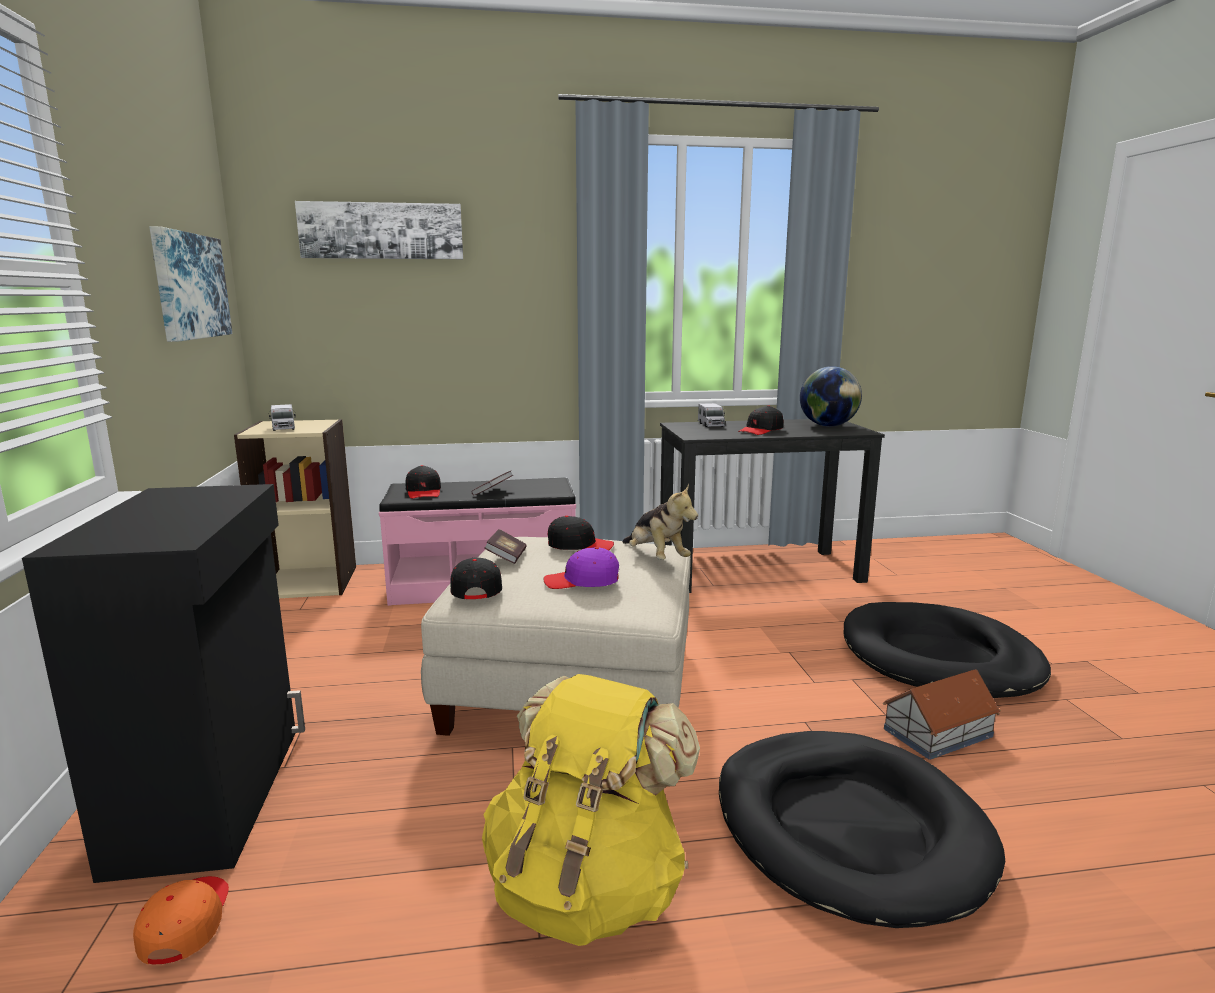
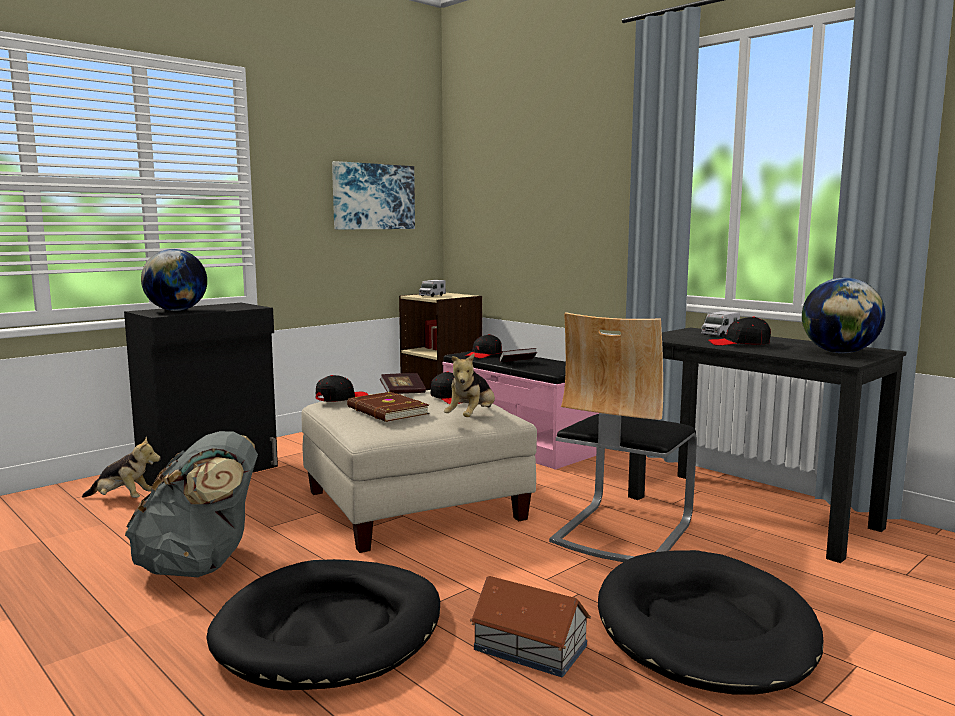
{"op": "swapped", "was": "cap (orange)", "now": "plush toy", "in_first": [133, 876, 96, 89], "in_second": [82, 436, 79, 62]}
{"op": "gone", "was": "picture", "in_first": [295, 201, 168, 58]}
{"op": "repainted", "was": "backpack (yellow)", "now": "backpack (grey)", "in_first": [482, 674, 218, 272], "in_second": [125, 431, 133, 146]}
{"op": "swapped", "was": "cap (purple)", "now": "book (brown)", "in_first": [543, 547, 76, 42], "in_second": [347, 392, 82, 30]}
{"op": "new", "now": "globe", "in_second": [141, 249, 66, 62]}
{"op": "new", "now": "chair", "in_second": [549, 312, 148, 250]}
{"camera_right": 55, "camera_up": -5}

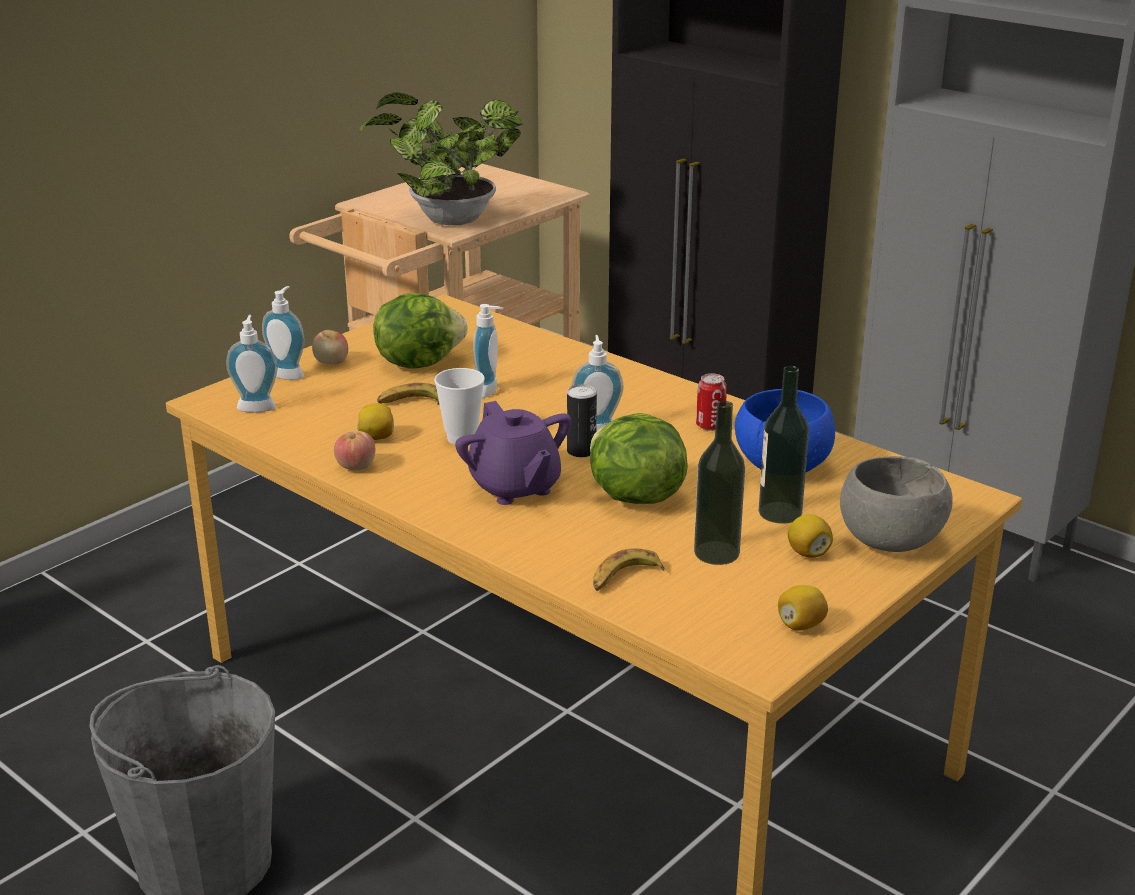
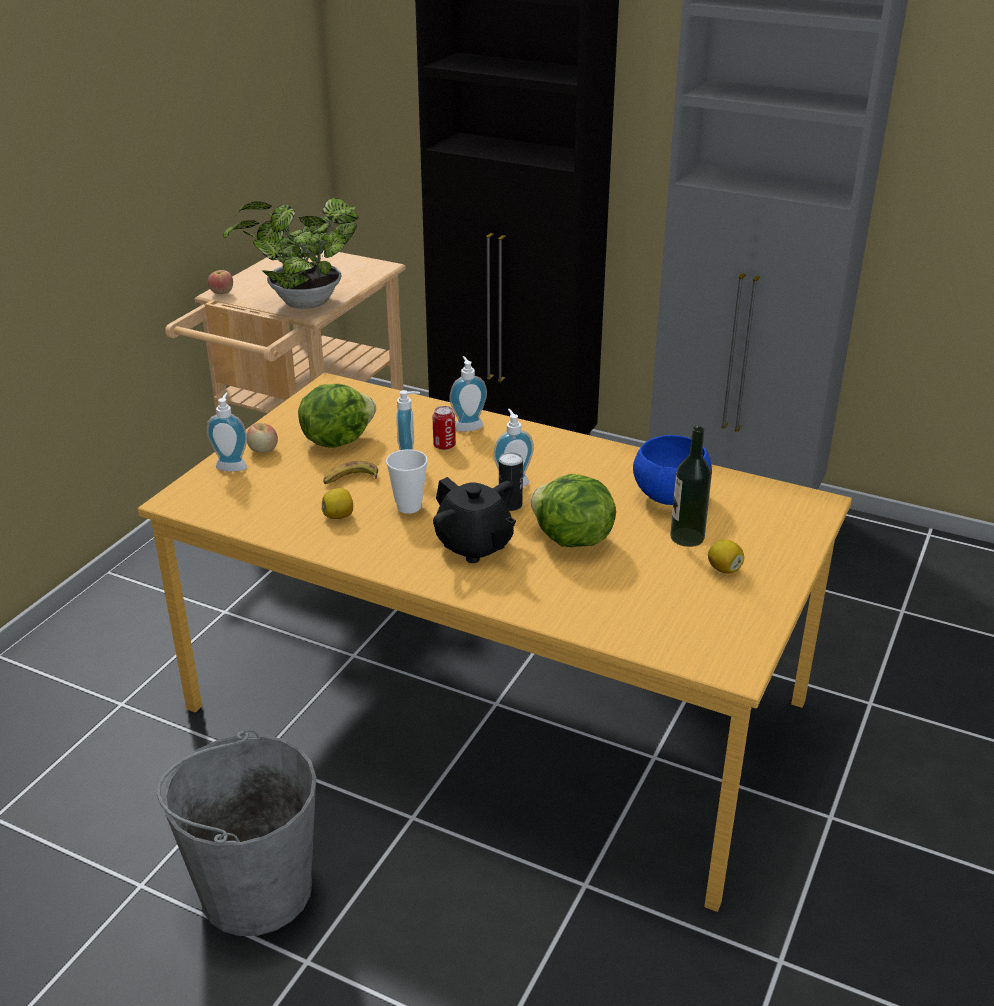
{"op": "shifted", "was": "soap dispenser", "in_first": [226, 315, 52, 98], "in_second": [449, 356, 38, 76]}
{"op": "shifted", "was": "apple", "in_first": [334, 431, 41, 39], "in_second": [208, 270, 25, 24]}
{"op": "repainted", "was": "teapot (purple)", "now": "teapot (black)", "in_first": [455, 401, 116, 104], "in_second": [433, 477, 83, 86]}
{"op": "gone", "was": "banana", "in_first": [593, 548, 71, 43]}
{"op": "gone", "was": "bottle", "in_first": [694, 401, 51, 164]}
{"op": "shifted", "was": "can", "in_first": [696, 373, 31, 58], "in_second": [433, 406, 23, 44]}
{"op": "gone", "was": "lemon", "in_first": [778, 585, 50, 45]}
{"op": "gone", "was": "bowl (grey)", "in_first": [840, 456, 113, 96]}
{"camera_right": -15, "camera_up": 5}

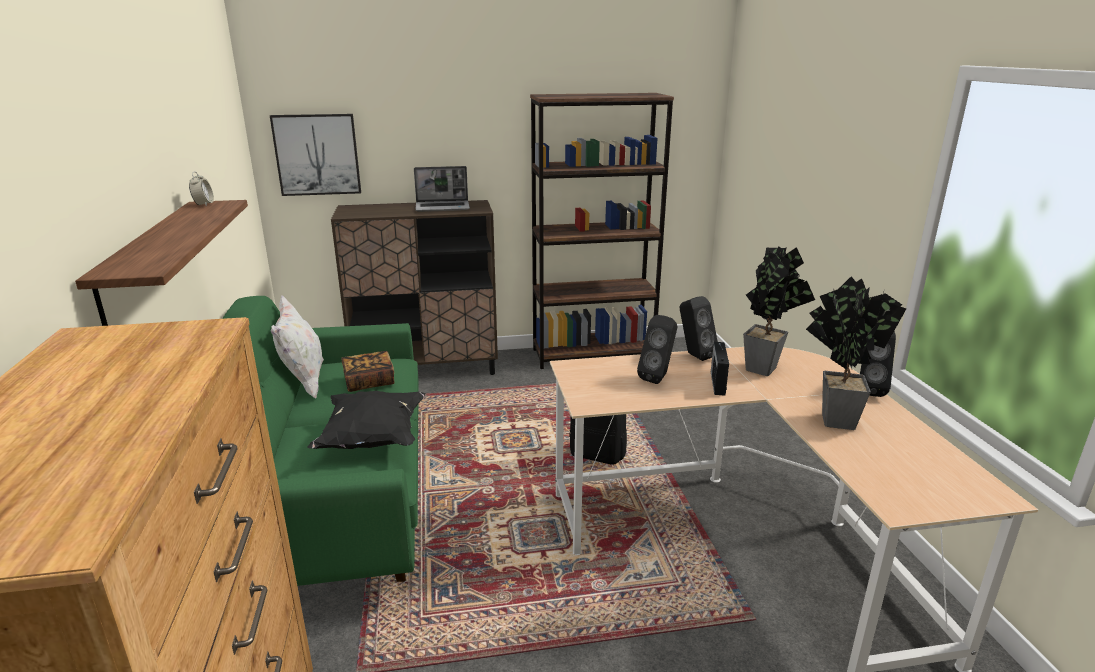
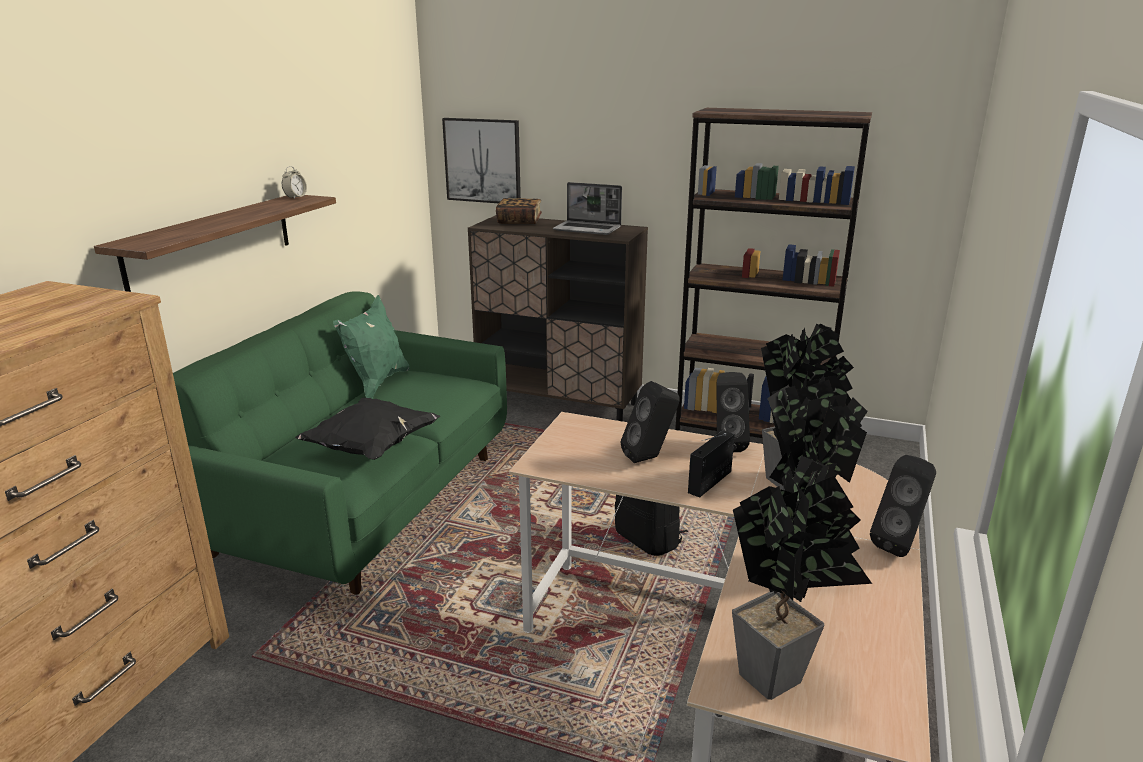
{"op": "repainted", "was": "pillow (white)", "now": "pillow (green)", "in_first": [271, 296, 53, 103], "in_second": [333, 295, 77, 103]}
{"op": "shifted", "was": "book", "in_first": [341, 351, 54, 41], "in_second": [496, 198, 46, 26]}
{"op": "new", "now": "potted plant", "in_second": [732, 456, 140, 244]}
{"camera_right": 30, "camera_up": 0}

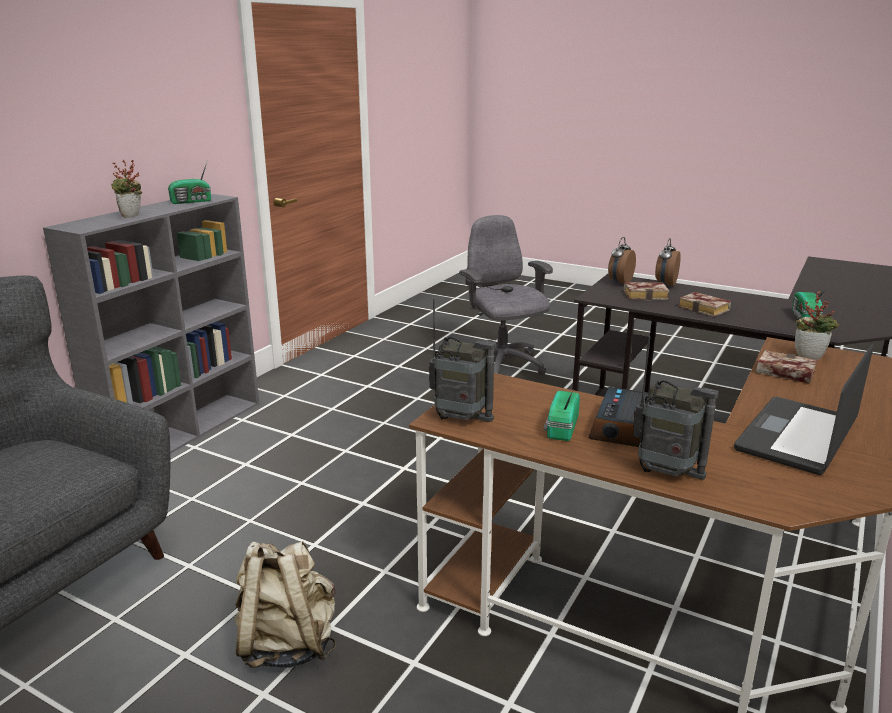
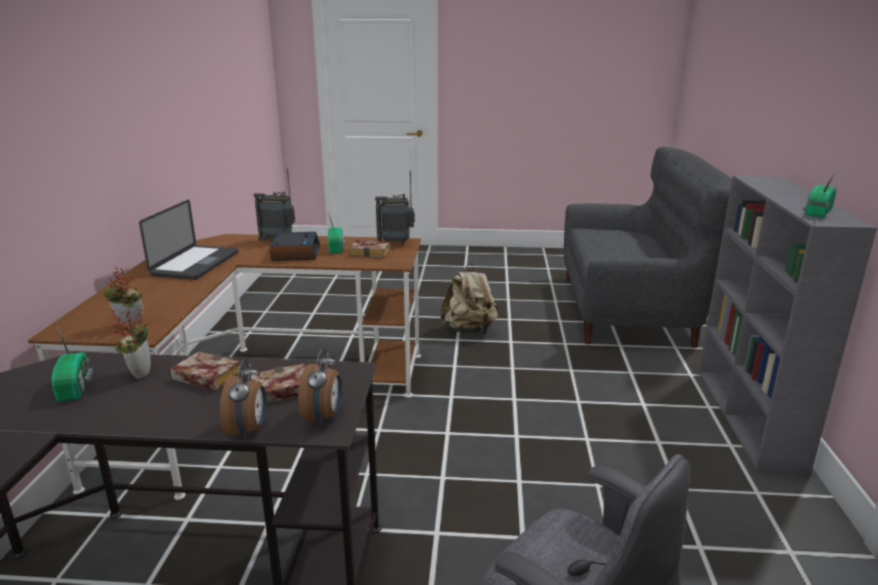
{"op": "shifted", "was": "potted plant", "in_first": [111, 160, 31, 58], "in_second": [110, 308, 41, 71]}
{"op": "shifted", "was": "book", "in_first": [756, 350, 62, 34], "in_second": [349, 240, 40, 18]}
{"camera_right": 155, "camera_up": 0}

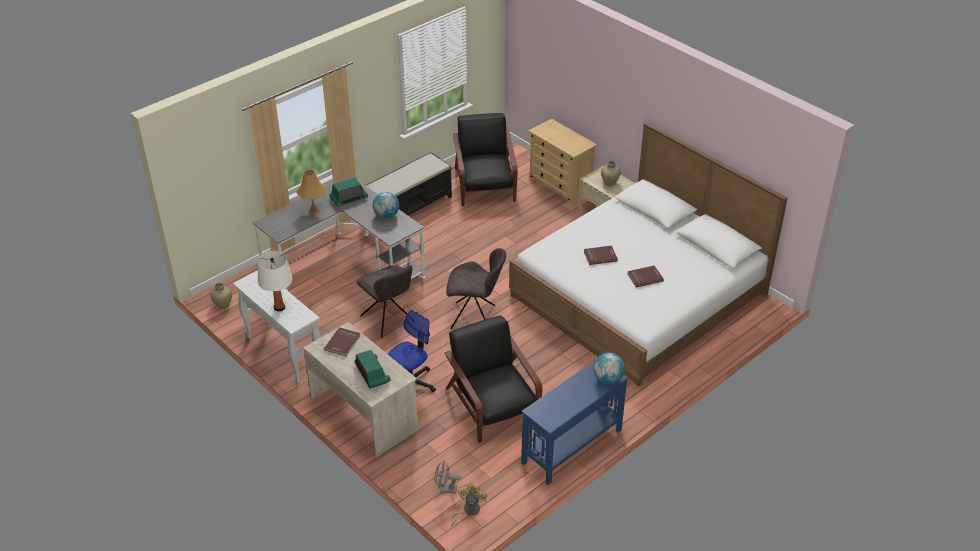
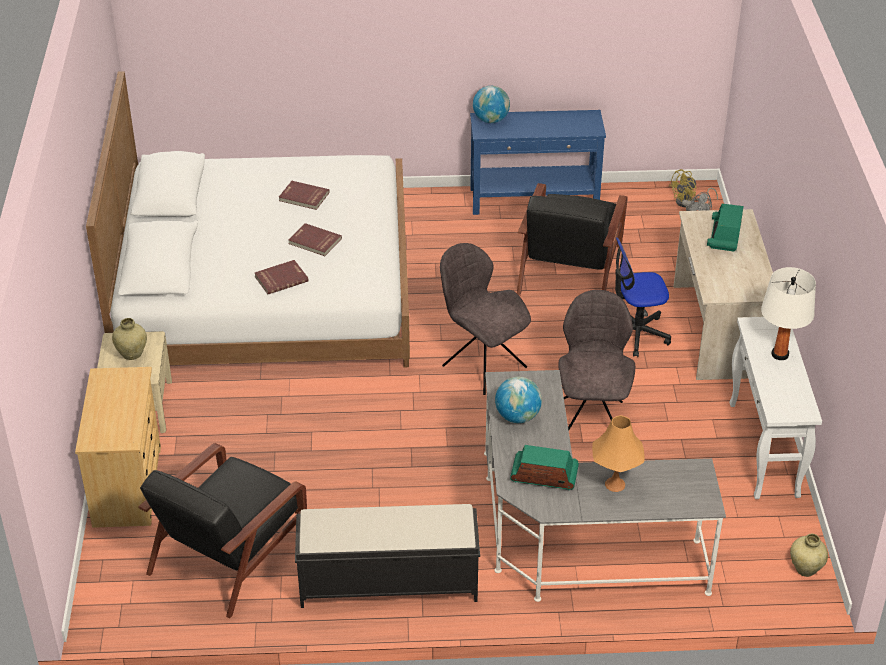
{"op": "shifted", "was": "book (red)", "in_first": [324, 327, 36, 29], "in_second": [255, 260, 54, 34]}
{"camera_right": -140, "camera_up": 0}

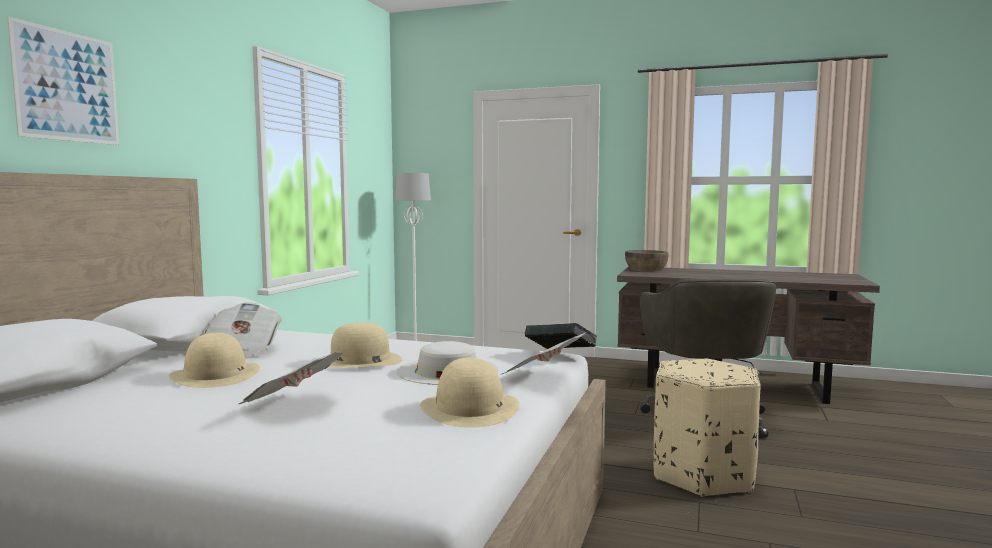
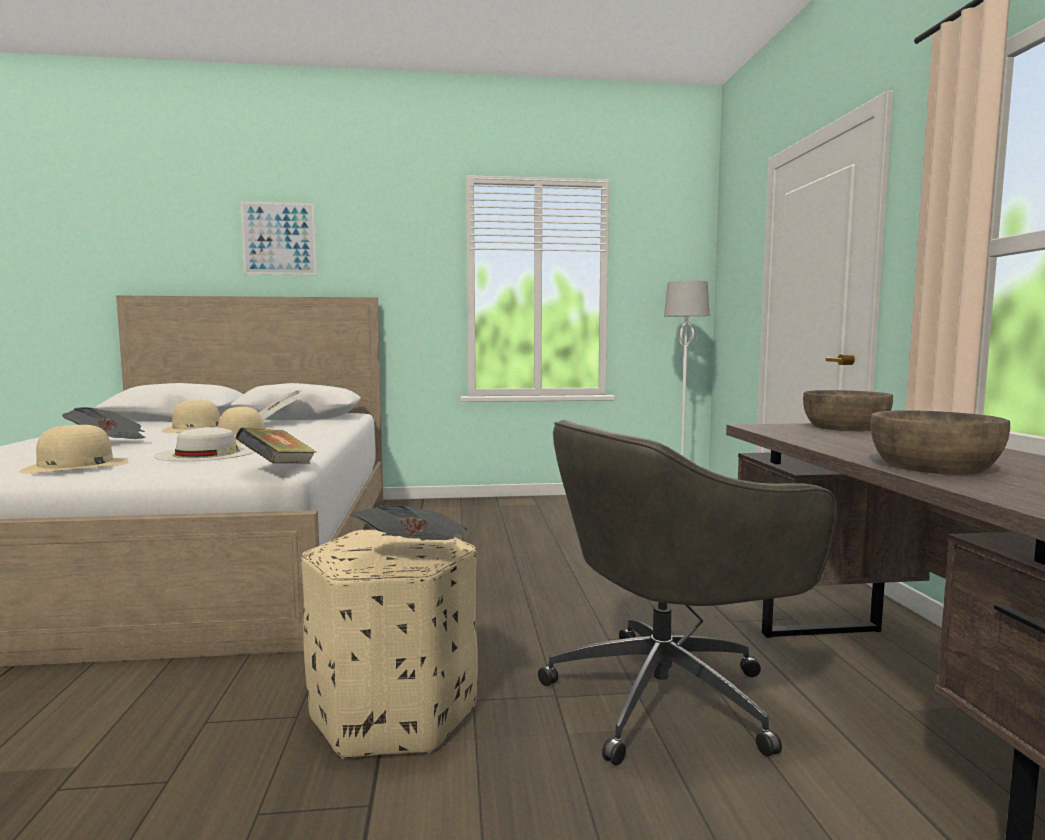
{"op": "shifted", "was": "newspaper", "in_first": [502, 332, 84, 42], "in_second": [350, 505, 117, 35]}
{"op": "new", "now": "bowl (brown)", "in_second": [870, 410, 140, 65]}
{"camera_right": 65, "camera_up": 0}

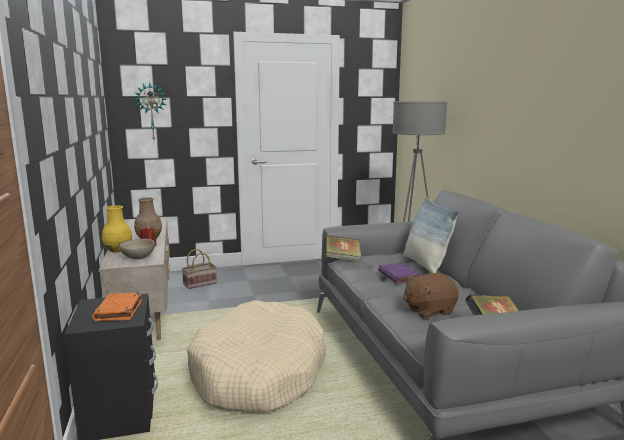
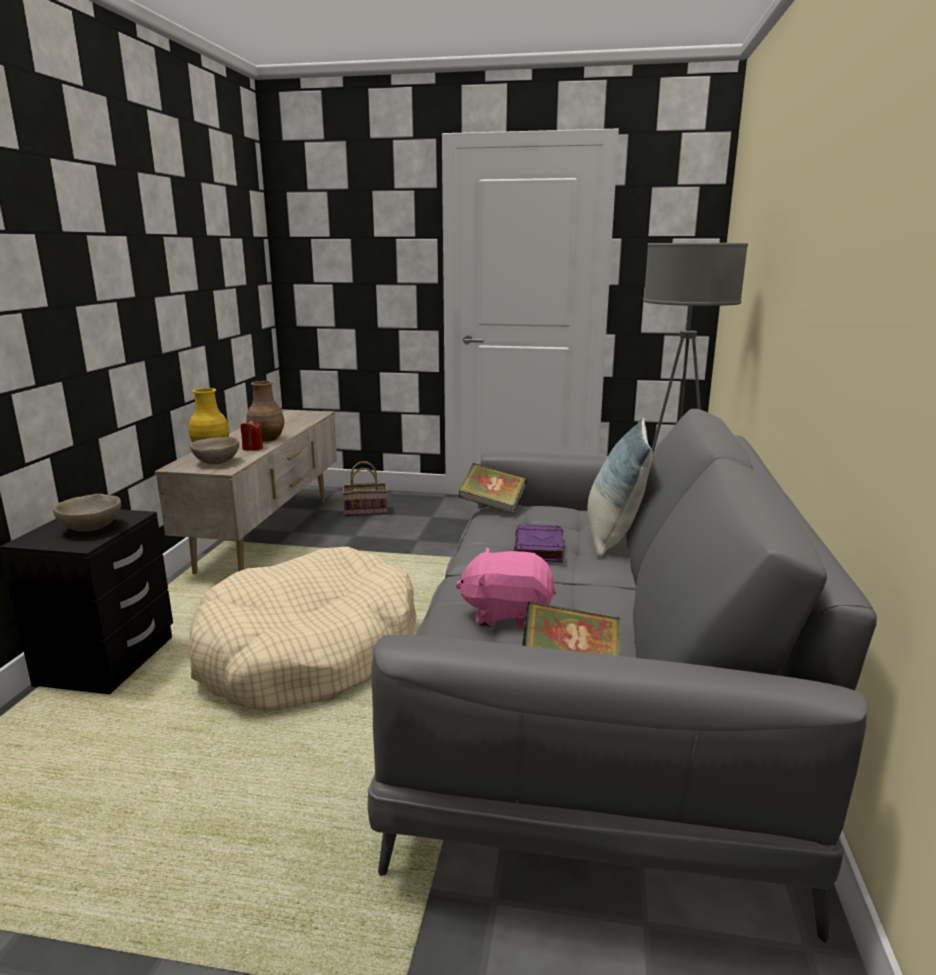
{"op": "swapped", "was": "book (orange)", "now": "bowl (beige)", "in_first": [92, 293, 50, 28], "in_second": [53, 494, 68, 37]}
{"op": "gone", "was": "wall clock", "in_first": [134, 83, 32, 57]}
{"op": "repainted", "was": "plush toy (brown)", "now": "plush toy (pink)", "in_first": [403, 273, 56, 45], "in_second": [455, 547, 101, 82]}
{"camera_right": 25, "camera_up": 5}

